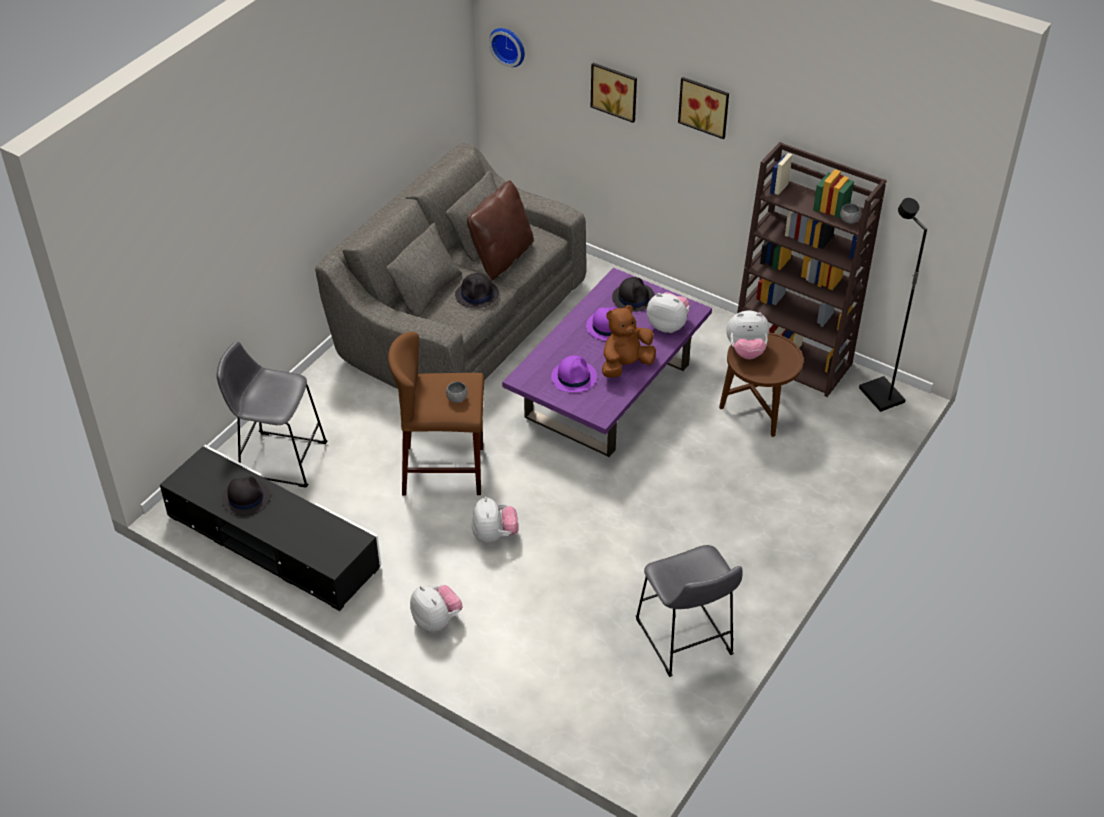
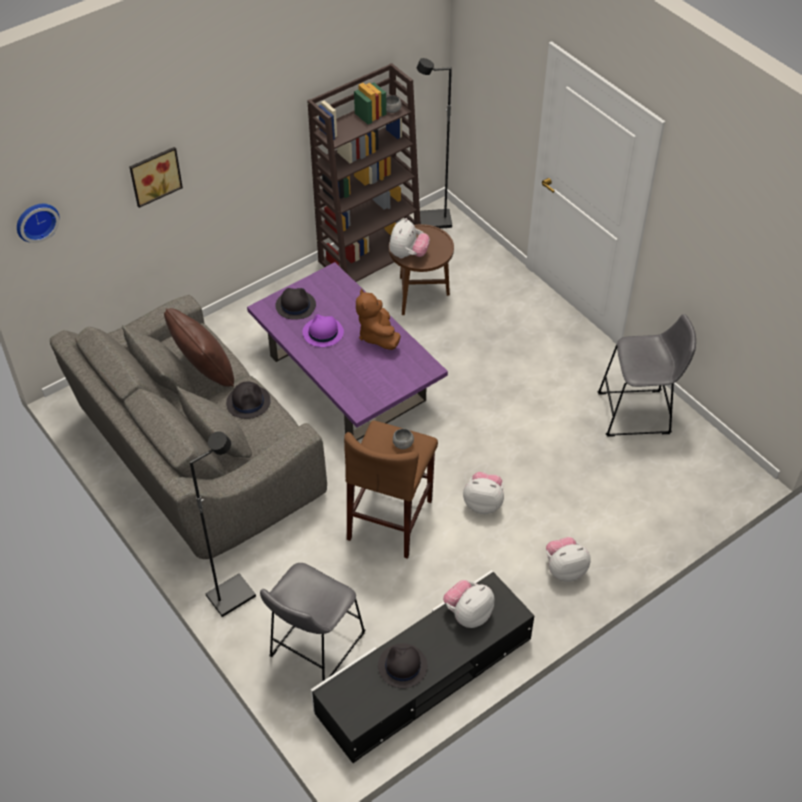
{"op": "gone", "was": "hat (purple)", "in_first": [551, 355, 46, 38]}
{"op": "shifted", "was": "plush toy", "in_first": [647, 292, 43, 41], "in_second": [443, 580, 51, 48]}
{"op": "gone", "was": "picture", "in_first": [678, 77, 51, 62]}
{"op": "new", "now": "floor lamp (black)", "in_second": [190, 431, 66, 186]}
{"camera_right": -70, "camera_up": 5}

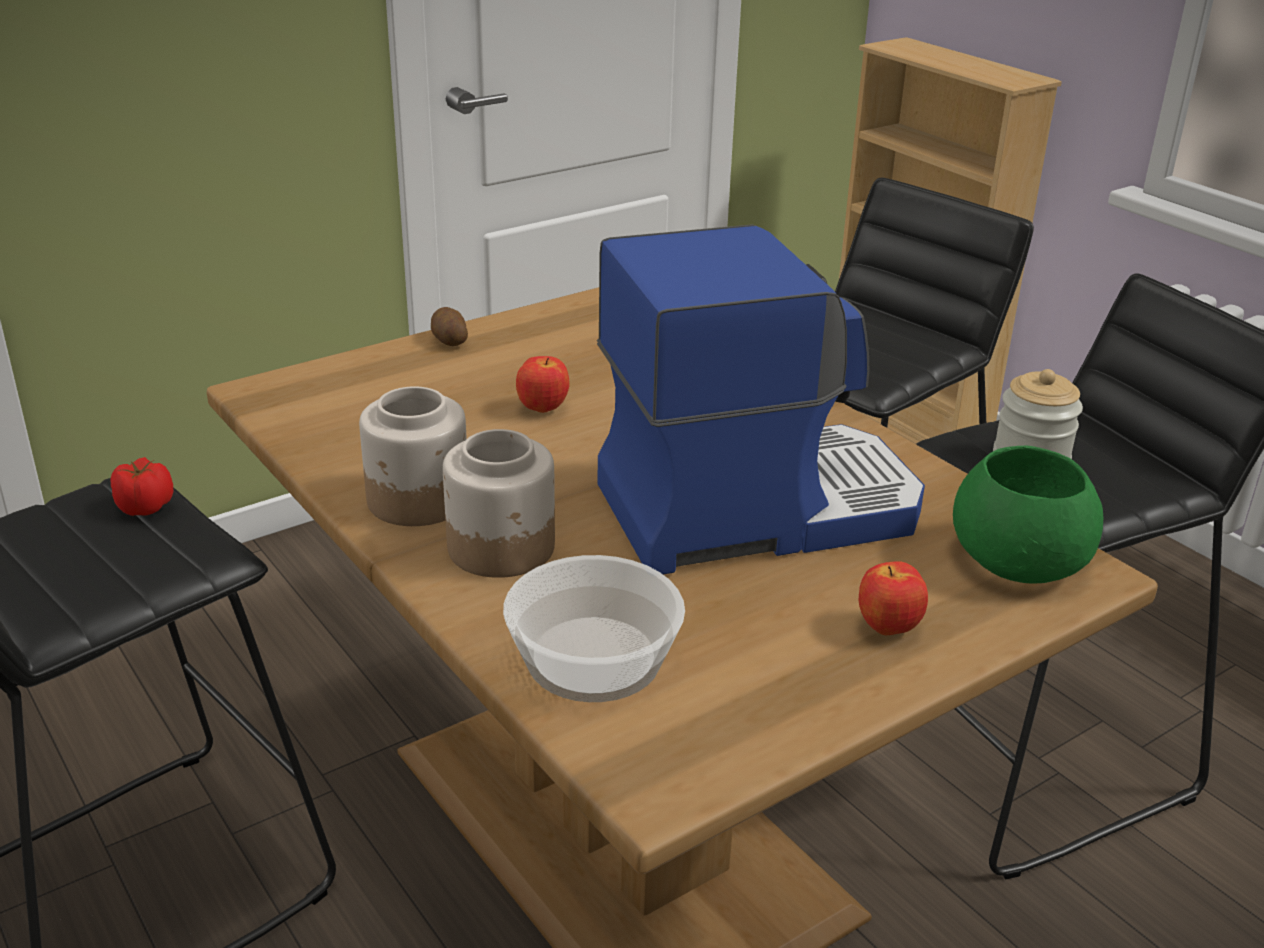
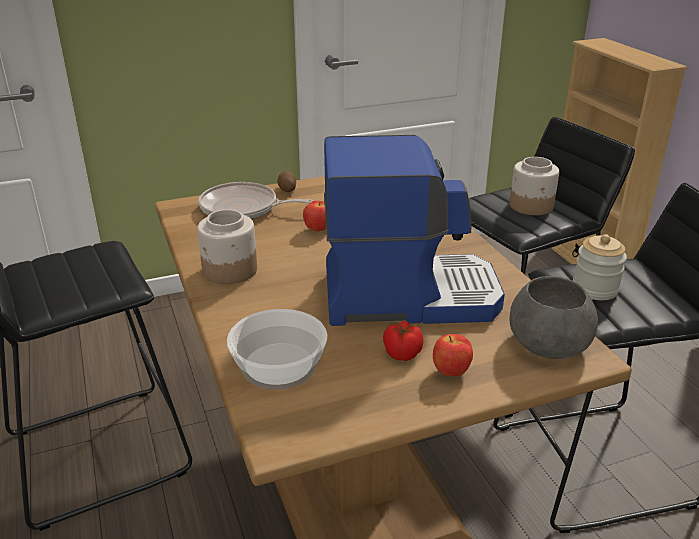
{"op": "shifted", "was": "tomato", "in_first": [110, 457, 63, 59], "in_second": [383, 321, 40, 40]}
{"op": "shifted", "was": "jar", "in_first": [443, 429, 112, 149], "in_second": [510, 157, 49, 58]}
{"op": "repainted", "was": "bowl (green)", "now": "bowl (grey)", "in_first": [953, 446, 150, 137], "in_second": [510, 276, 88, 83]}
{"op": "new", "now": "frying pan", "in_second": [198, 182, 115, 37]}
{"camera_right": 15, "camera_up": 0}

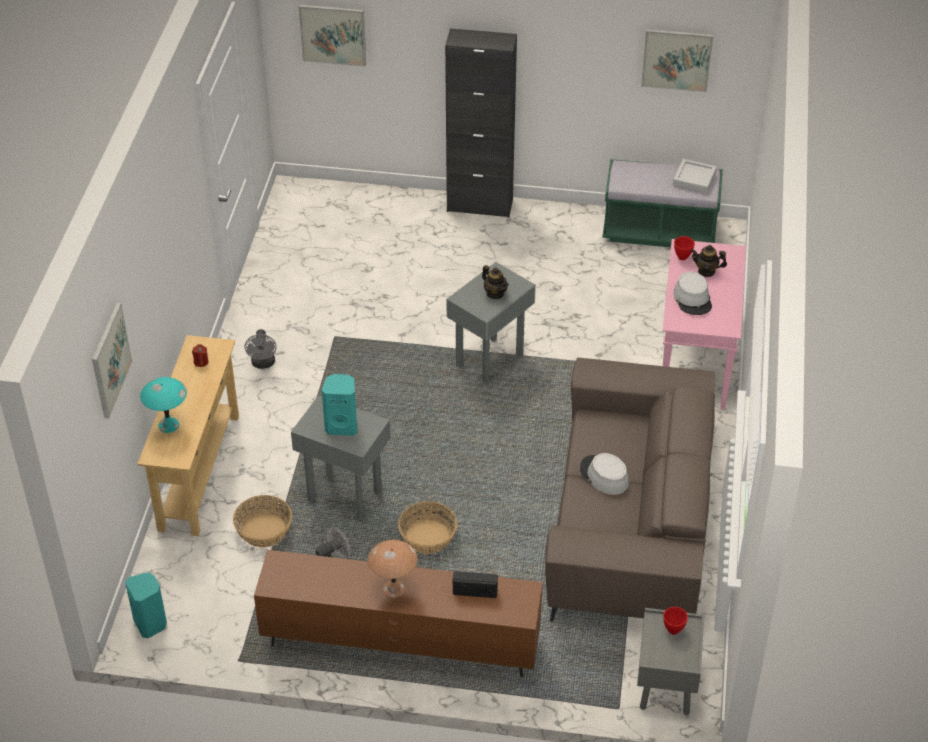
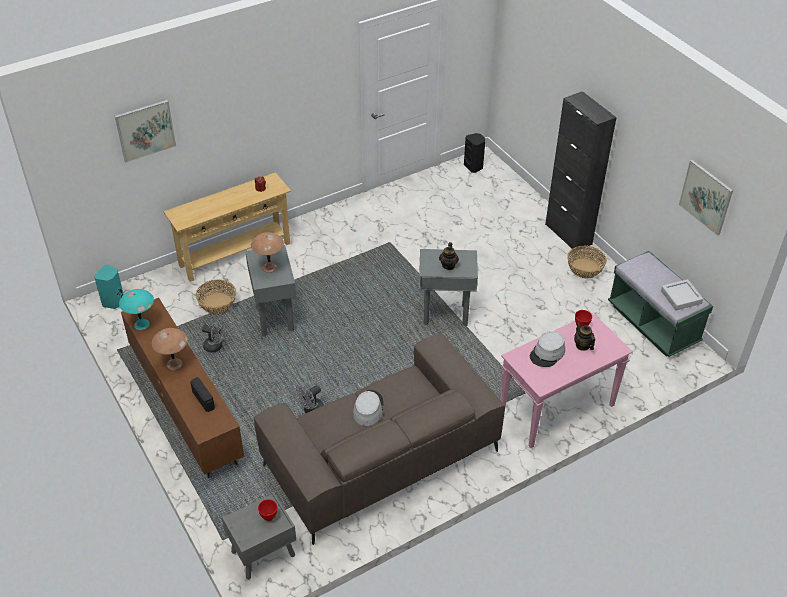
{"op": "shifted", "was": "table lamp (turquoise)", "in_first": [140, 377, 47, 56], "in_second": [119, 289, 35, 41]}
{"op": "shifted", "was": "fan (grey)", "in_first": [245, 329, 32, 40], "in_second": [295, 385, 29, 28]}
{"op": "gone", "was": "picture", "in_first": [299, 4, 67, 63]}
{"op": "swapped", "was": "speaker (turquoise)", "now": "table lamp (brown)", "in_first": [322, 374, 36, 62], "in_second": [251, 232, 33, 41]}
{"op": "shifted", "was": "basket", "in_first": [398, 501, 59, 53], "in_second": [567, 246, 40, 32]}
{"op": "new", "now": "speaker (black)", "in_second": [464, 133, 21, 40]}
{"camera_right": 50, "camera_up": 0}

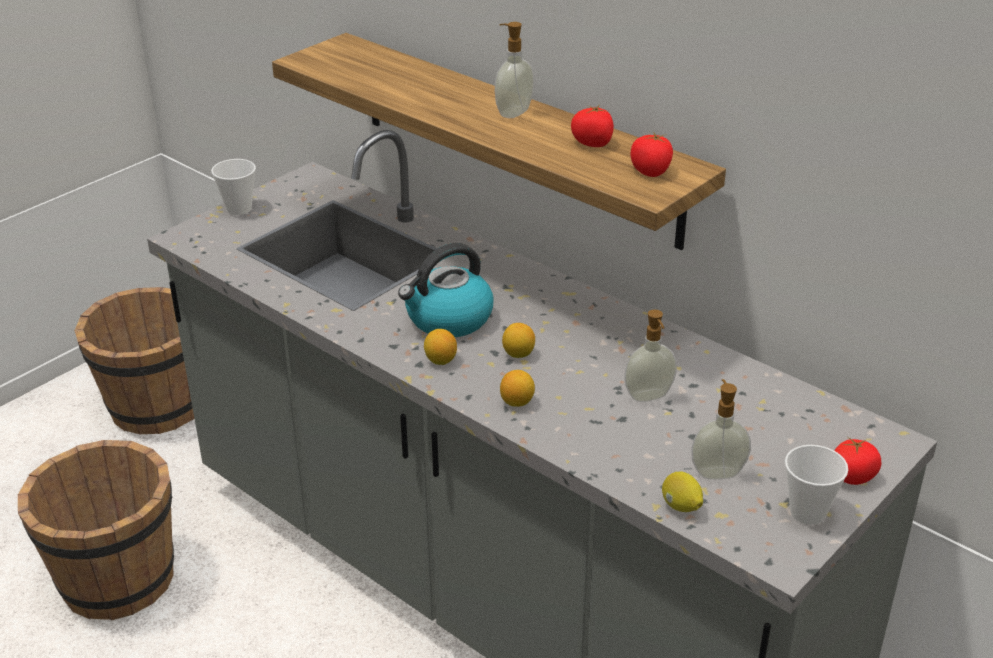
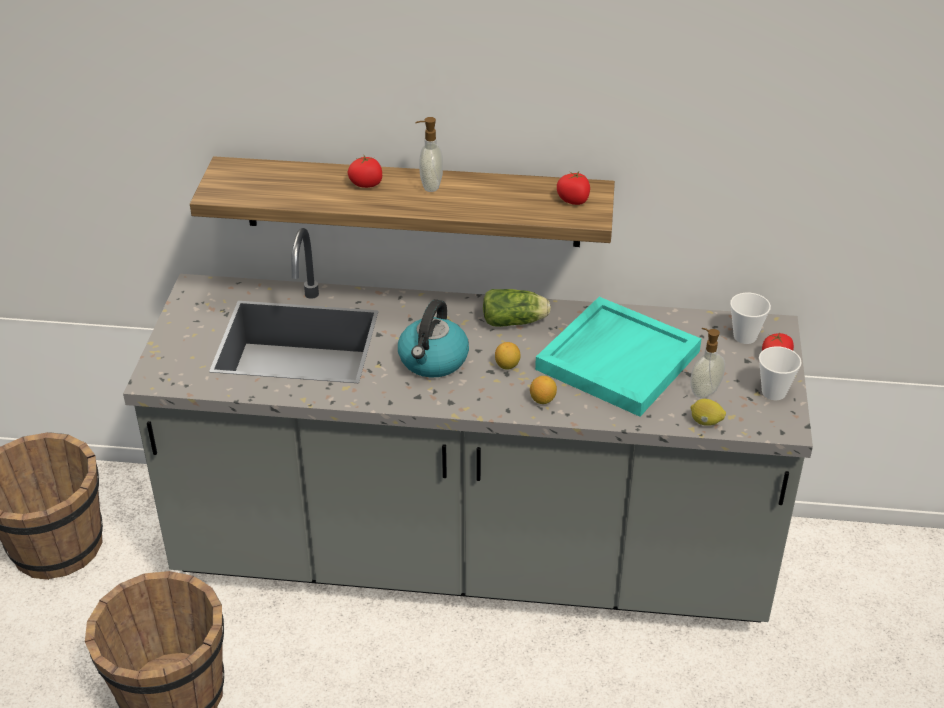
{"op": "shifted", "was": "cup", "in_first": [211, 159, 45, 56], "in_second": [730, 293, 41, 51]}
{"op": "gone", "was": "lemon", "in_first": [424, 329, 33, 36]}
{"op": "shifted", "was": "tomato", "in_first": [571, 105, 43, 42], "in_second": [348, 154, 34, 34]}
{"op": "swapped", "was": "soap dispenser", "now": "tray (turquoise)", "in_first": [624, 310, 53, 92], "in_second": [535, 297, 166, 120]}
{"op": "new", "now": "lettuce", "in_second": [483, 289, 68, 38]}
{"camera_right": -35, "camera_up": 5}

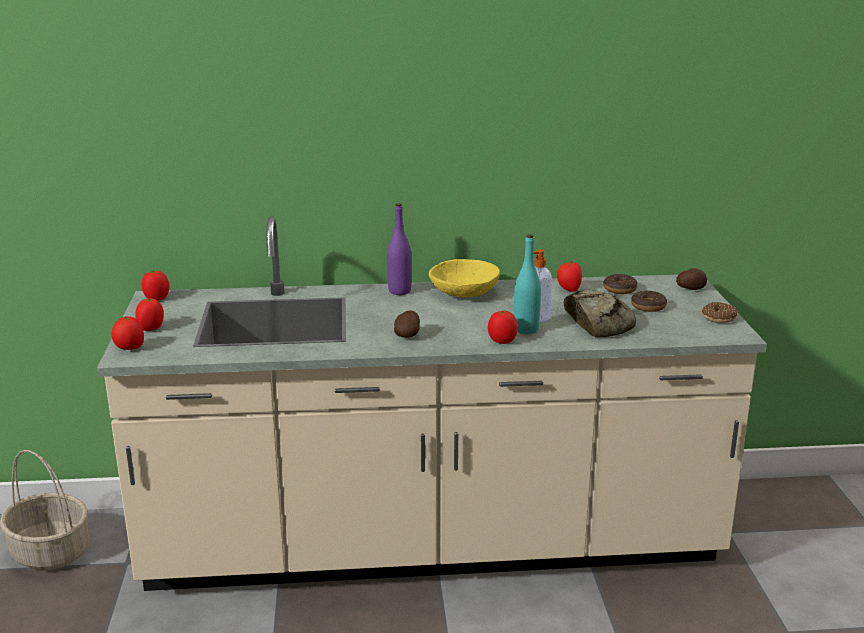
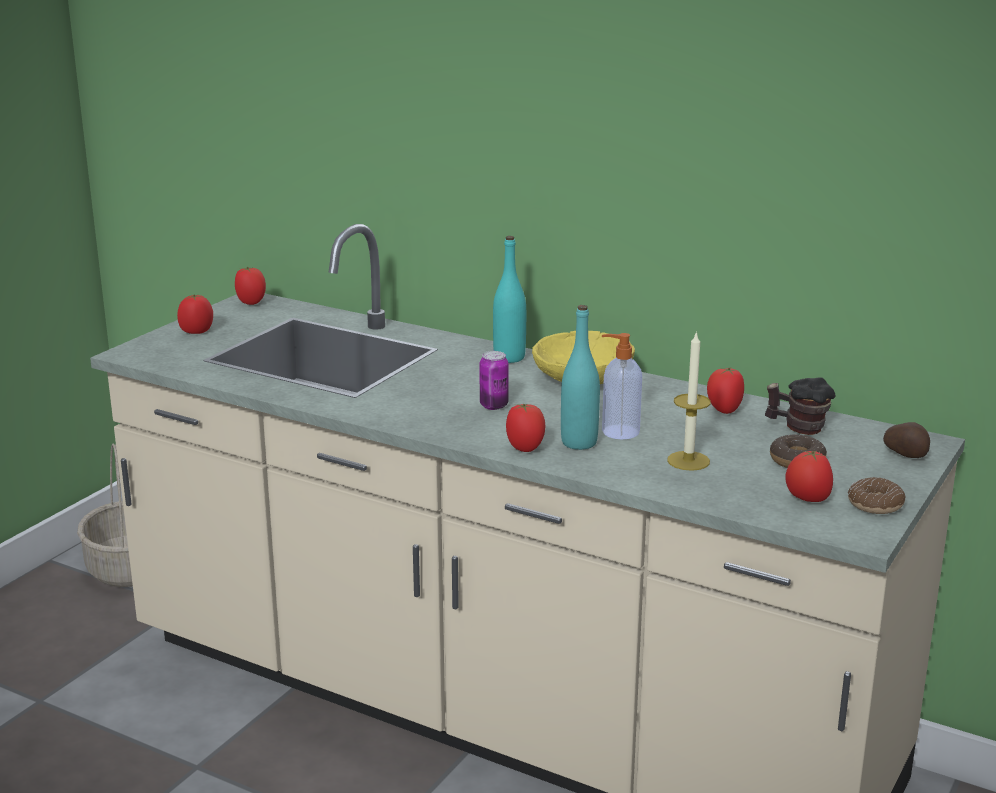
{"op": "shifted", "was": "tomato", "in_first": [111, 316, 33, 34], "in_second": [785, 451, 48, 51]}
{"op": "repainted", "was": "bottle (purple)", "now": "bottle (turquoise)", "in_first": [387, 203, 25, 92], "in_second": [493, 236, 33, 127]}
{"op": "gone", "was": "potato", "in_first": [394, 310, 26, 27]}
{"op": "swapped", "was": "bread", "now": "candle", "in_first": [564, 290, 72, 47], "in_second": [667, 331, 44, 140]}
{"op": "swapped", "was": "donut", "now": "mug", "in_first": [603, 274, 35, 20], "in_second": [765, 377, 71, 58]}
{"op": "new", "now": "can", "in_second": [480, 351, 29, 59]}
{"camera_right": 35, "camera_up": 0}

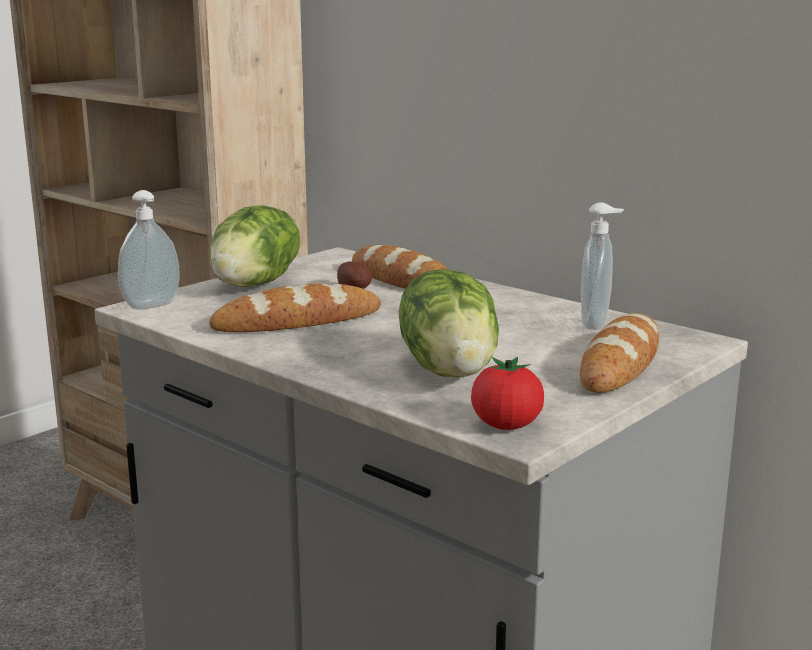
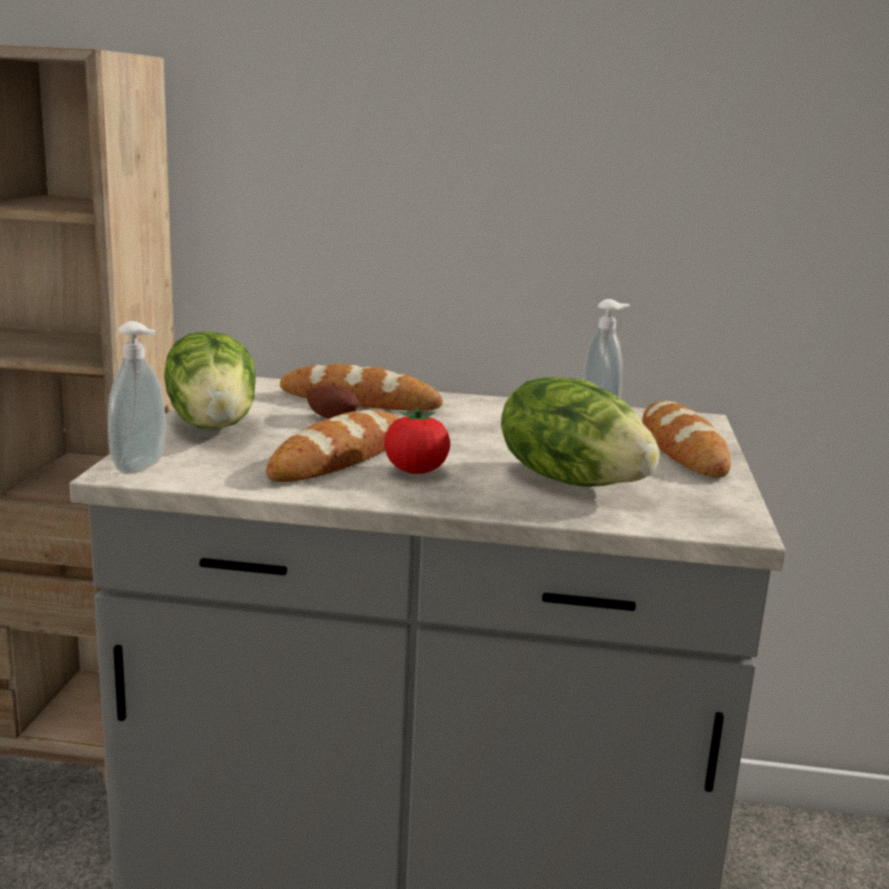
{"op": "shifted", "was": "tomato", "in_first": [471, 357, 73, 73], "in_second": [384, 408, 66, 66]}
{"camera_right": -35, "camera_up": 0}

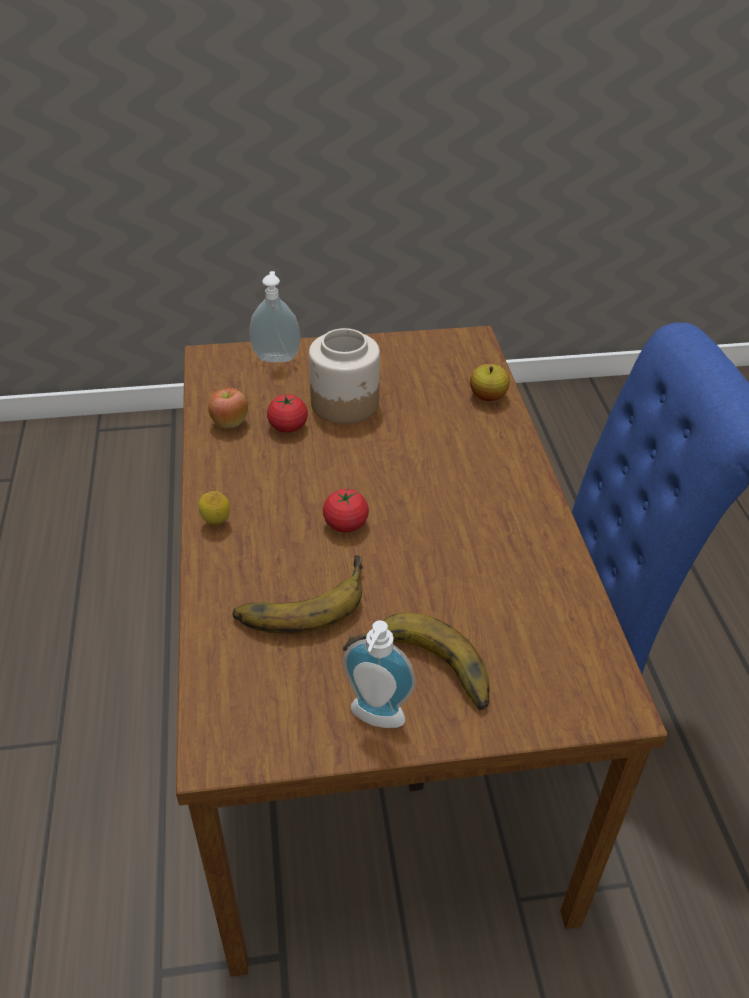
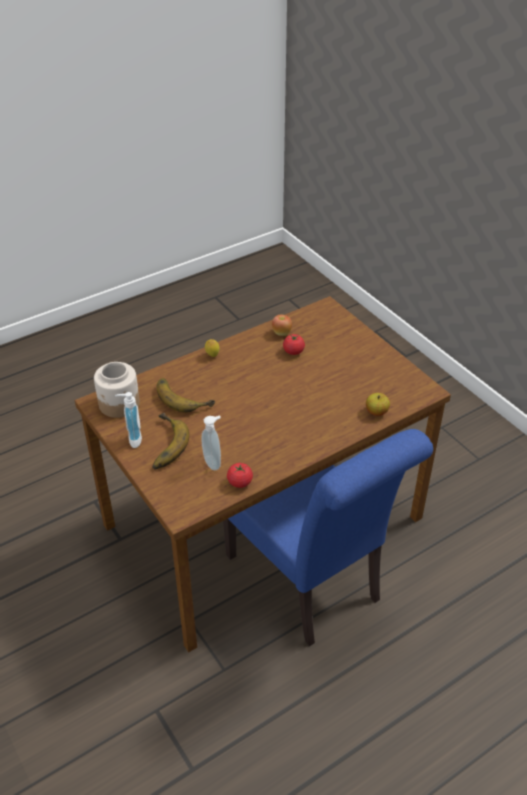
{"op": "shifted", "was": "soap dispenser", "in_first": [250, 271, 50, 91], "in_second": [202, 416, 19, 54]}
{"op": "shifted", "was": "jar", "in_first": [309, 328, 71, 96], "in_second": [94, 362, 46, 56]}
{"op": "shifted", "was": "tomato", "in_first": [323, 488, 46, 44], "in_second": [227, 463, 26, 25]}
{"camera_right": 65, "camera_up": 0}

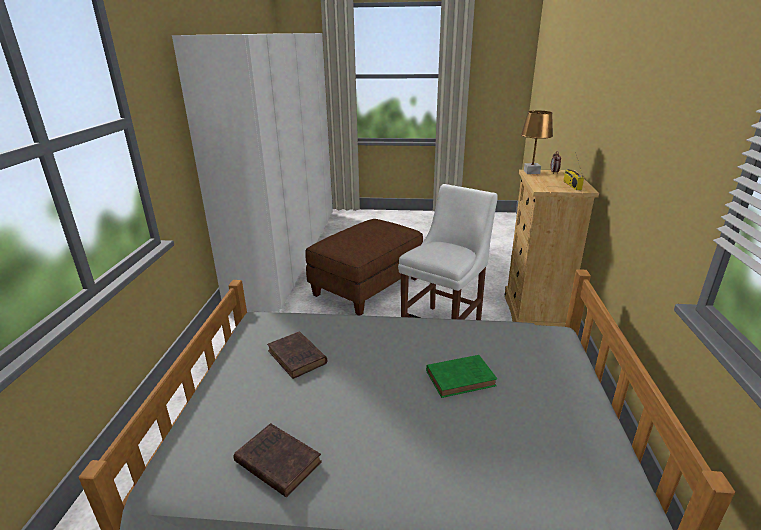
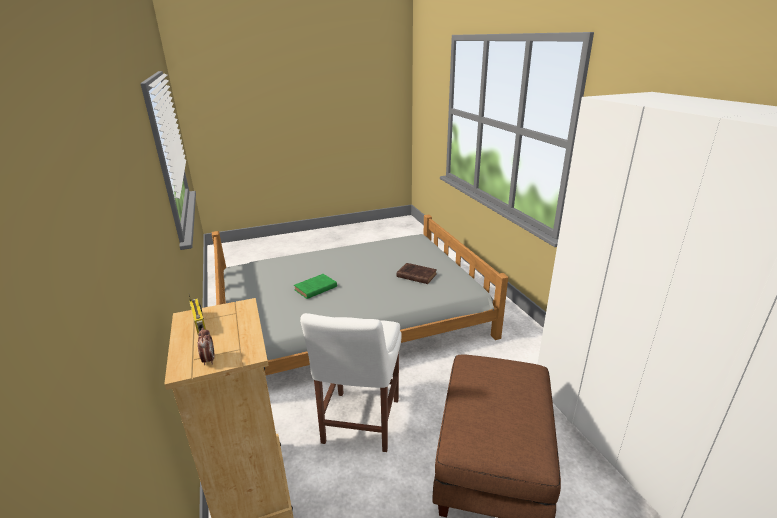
{"op": "gone", "was": "book (brown)", "in_first": [234, 423, 88, 74]}
{"op": "gone", "was": "table lamp (brown)", "in_first": [521, 110, 32, 64]}
{"camera_right": 155, "camera_up": 0}

